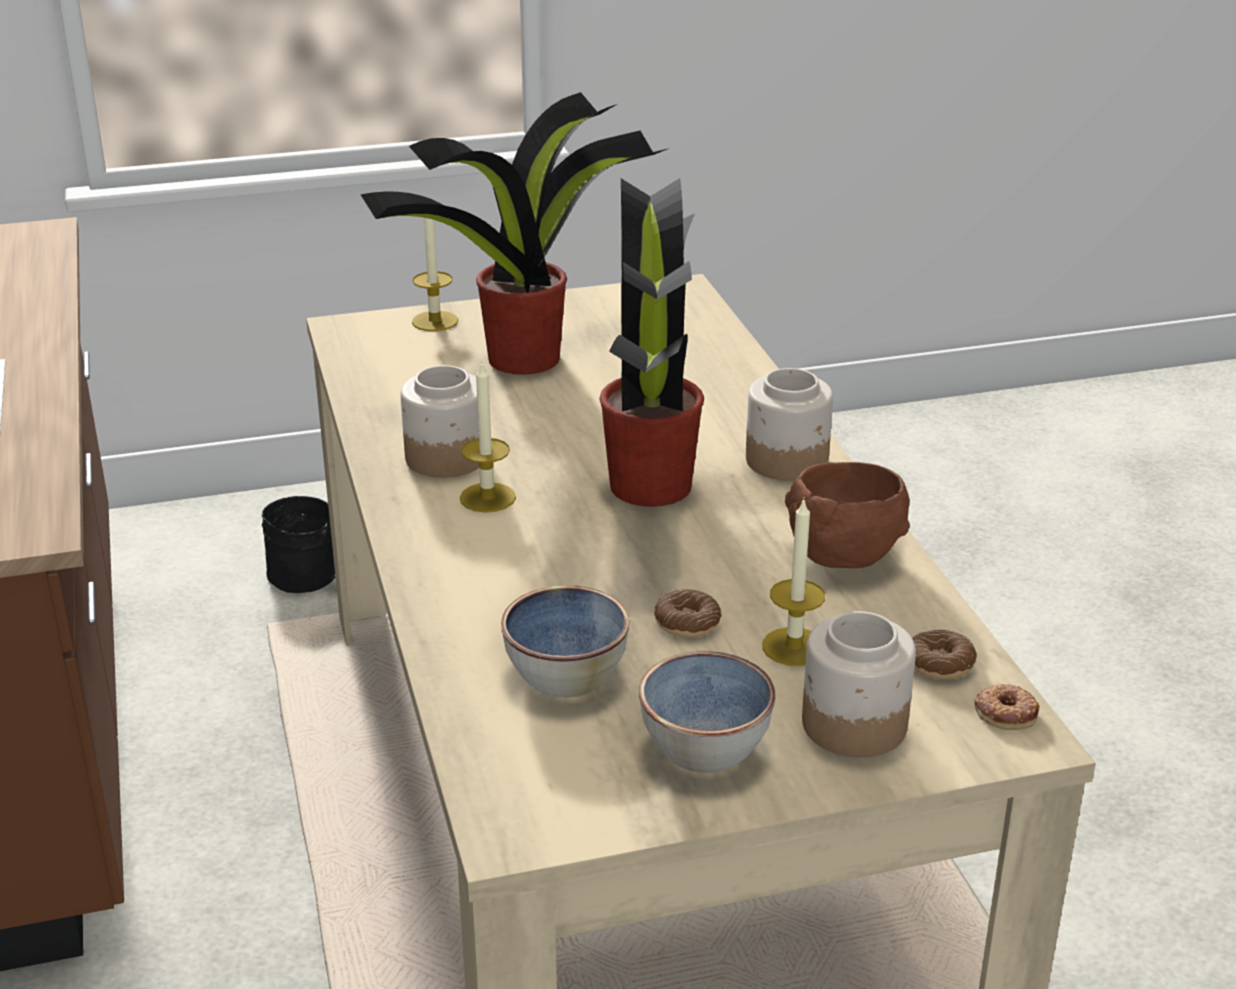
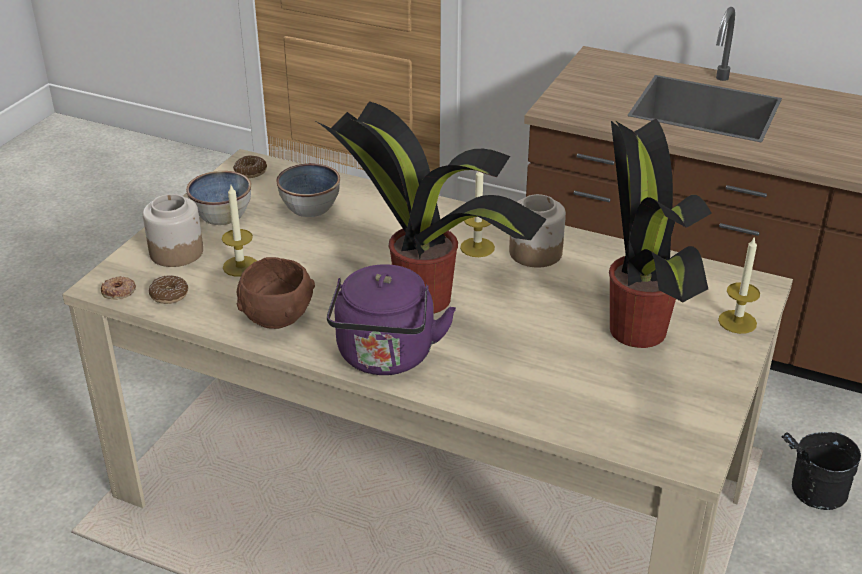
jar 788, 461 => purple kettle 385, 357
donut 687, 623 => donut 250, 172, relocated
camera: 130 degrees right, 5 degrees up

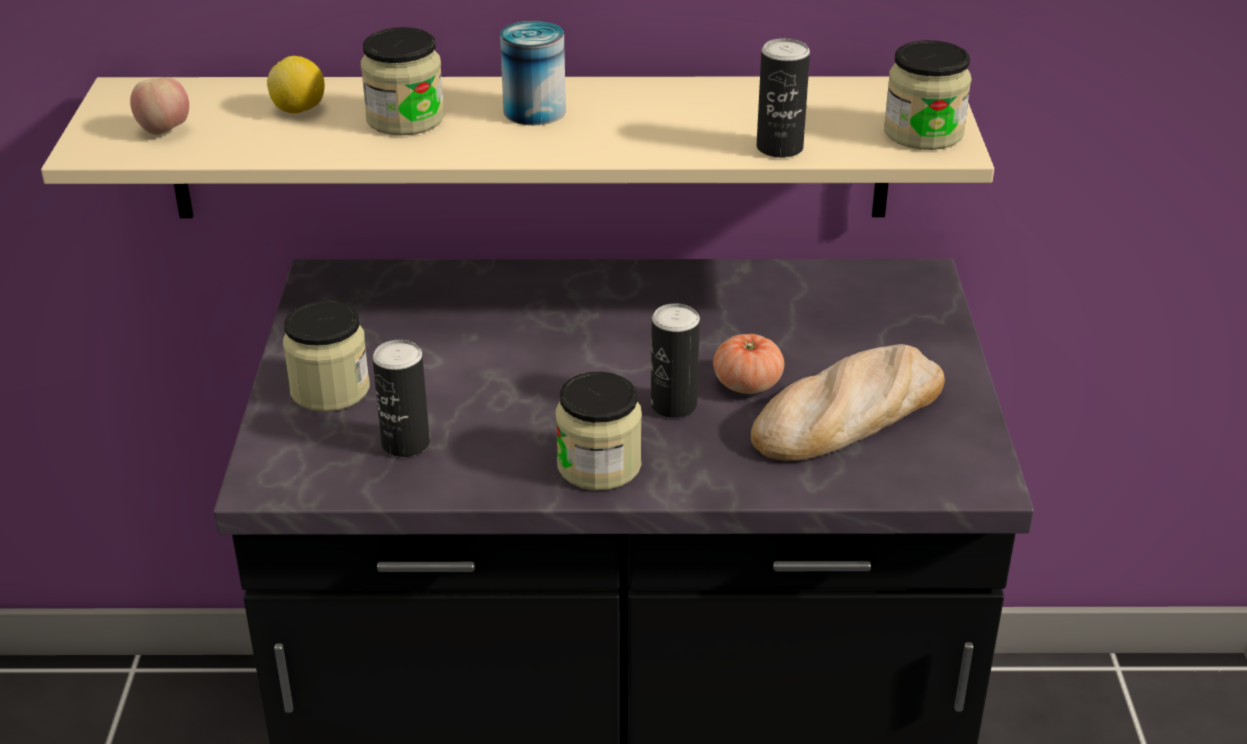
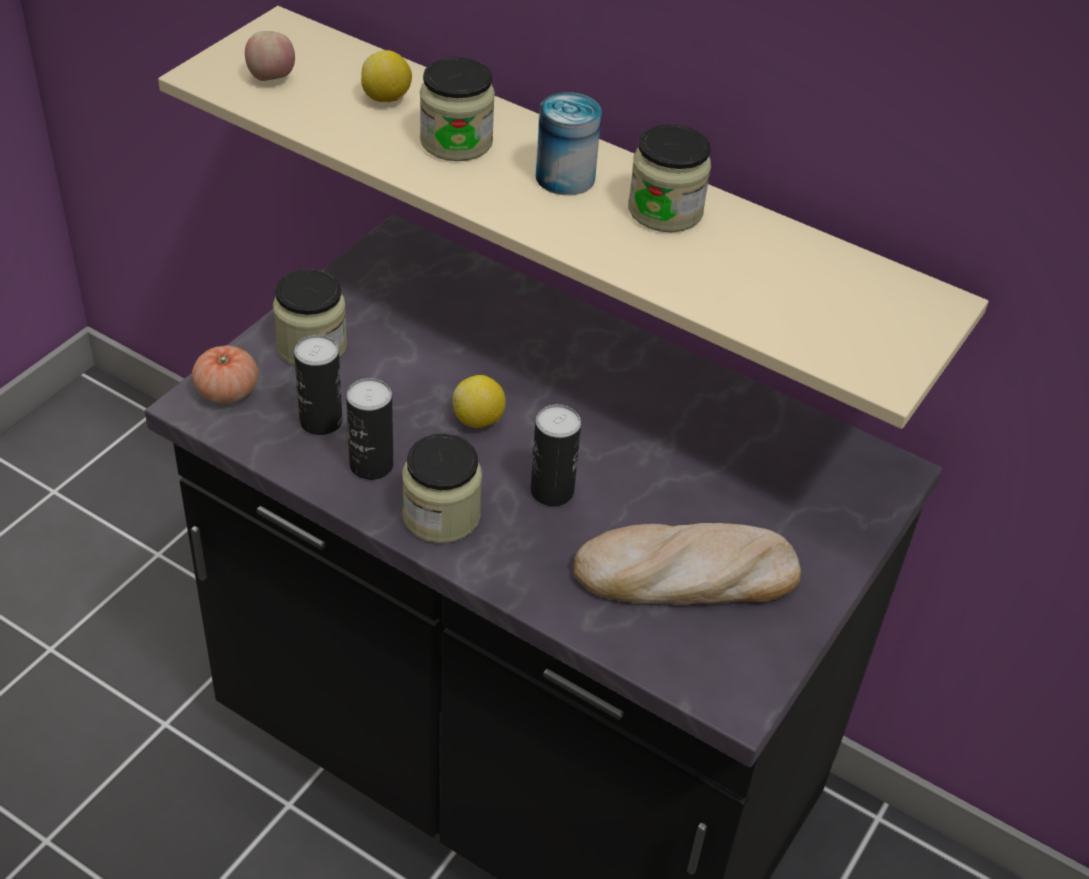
can 779, 148 => can 371, 465, relocated
jar 923, 133 => jar 665, 210, relocated
tomato 747, 384 => tomato 227, 391, relocated
nothing => lemon 479, 420
camera: 30 degrees right, 10 degrees up

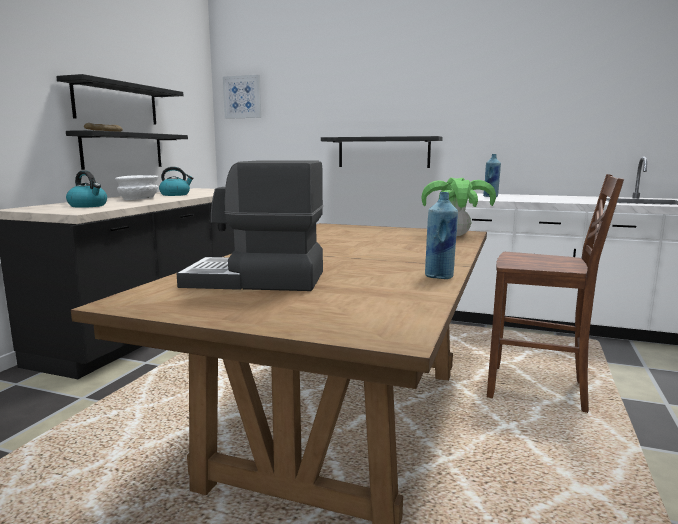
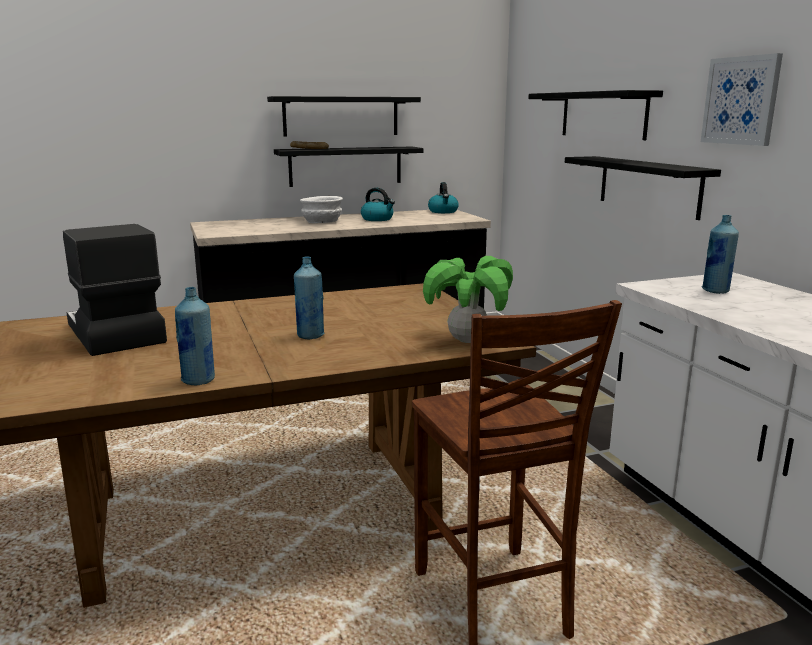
picture 242, 97 => picture 741, 100, relocated
kettle 88, 206 => kettle 443, 211, relocated
nothing => black shelf 603, 115
nothing => blue bottle 310, 336
camera: 50 degrees right, 5 degrees up

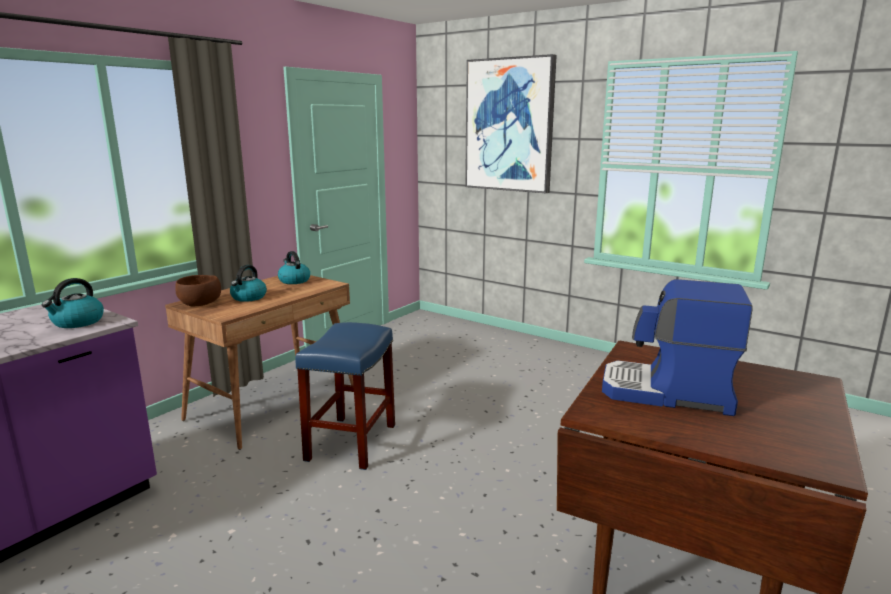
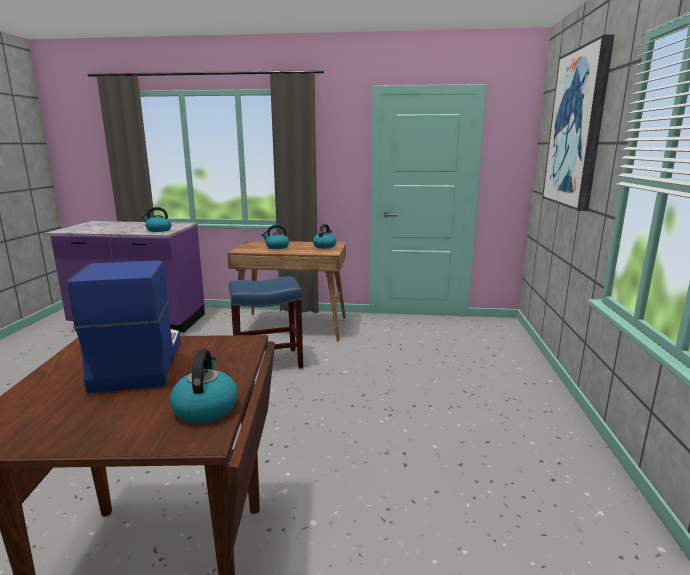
brown bowl 201, 304 => nothing
nothing => kettle 205, 408
camera: 60 degrees right, 0 degrees up

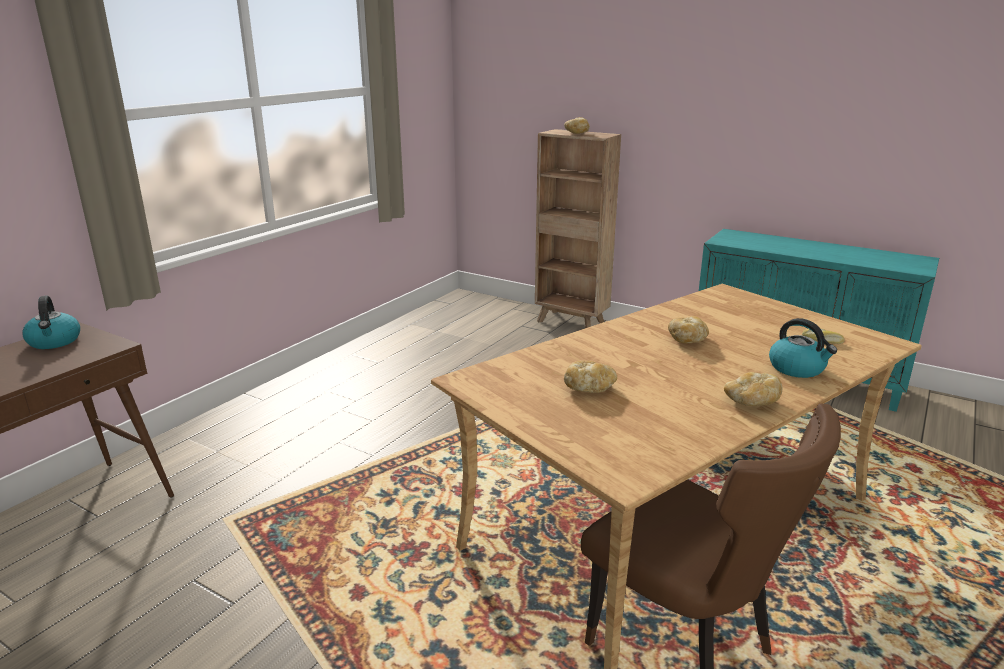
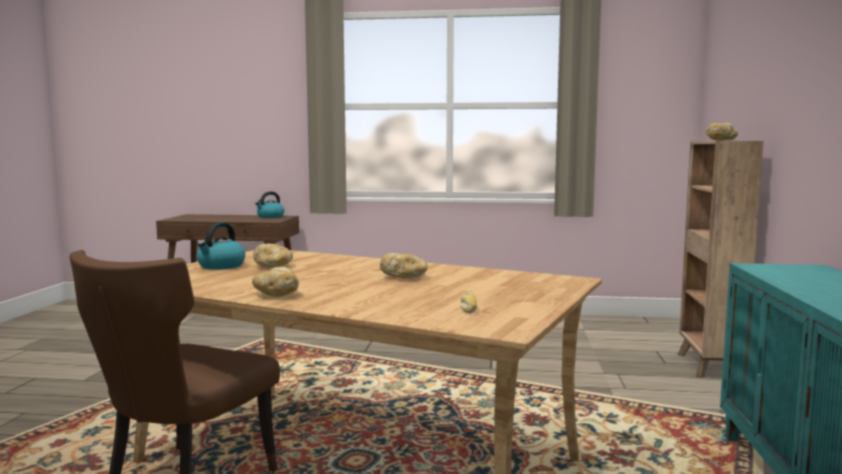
kettle 797, 368 => kettle 221, 266, relocated
camera: 65 degrees right, 15 degrees down

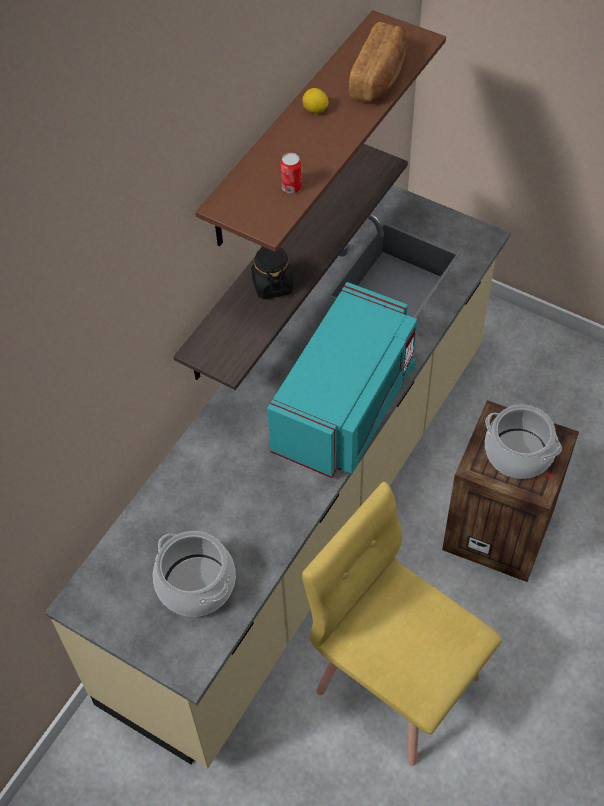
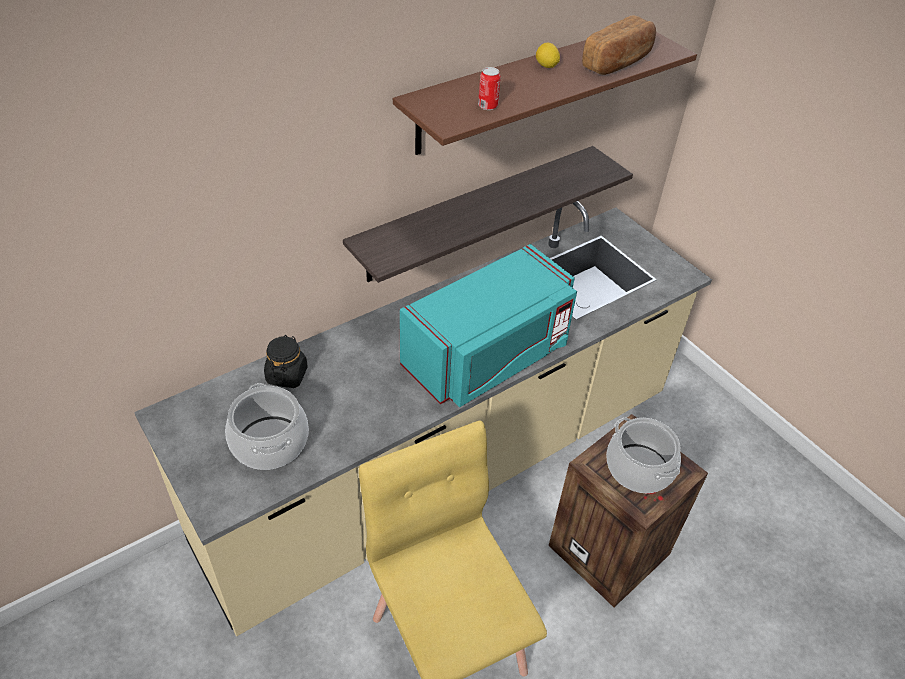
black jar 272, 285 => black jar 287, 375, relocated
camera: 20 degrees right, 10 degrees down

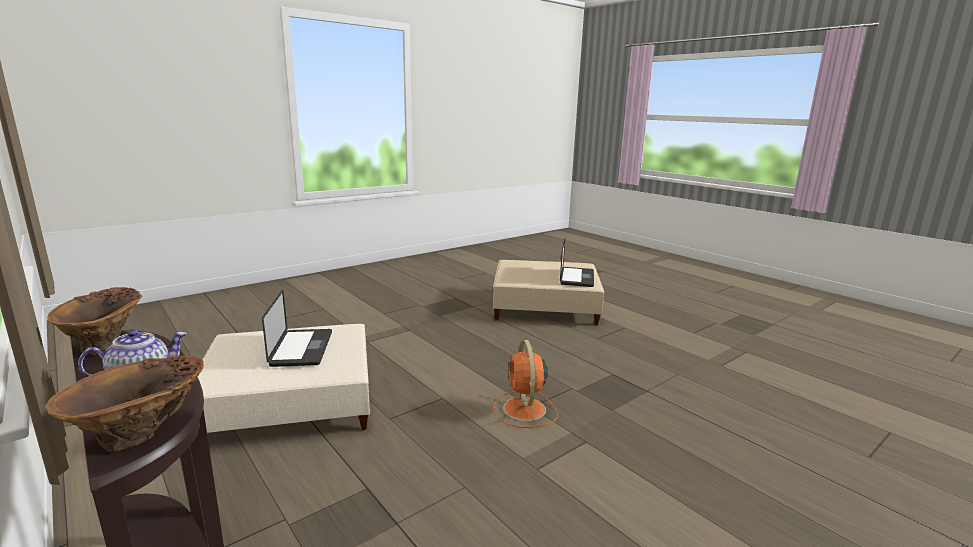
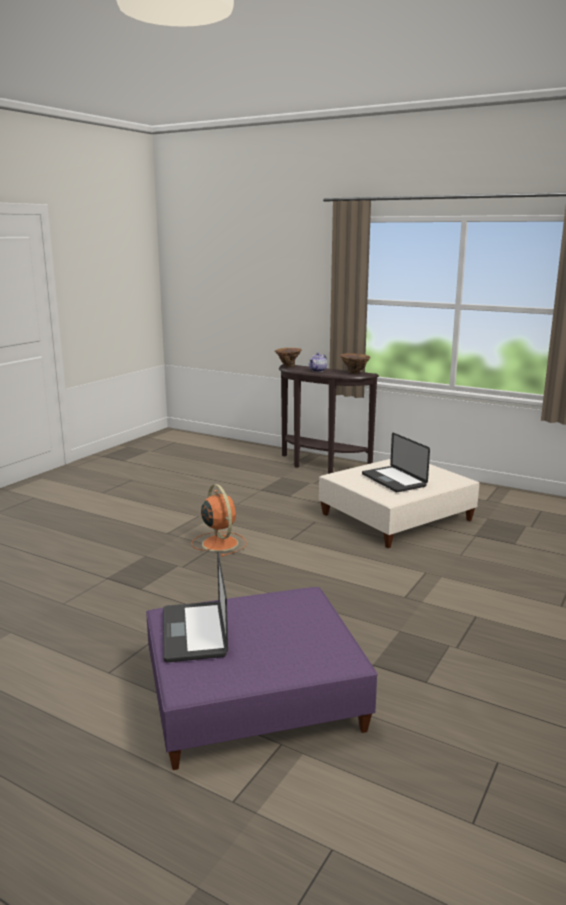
beige ottoman 544, 306 => purple ottoman 254, 697
camera: 160 degrees right, 0 degrees up

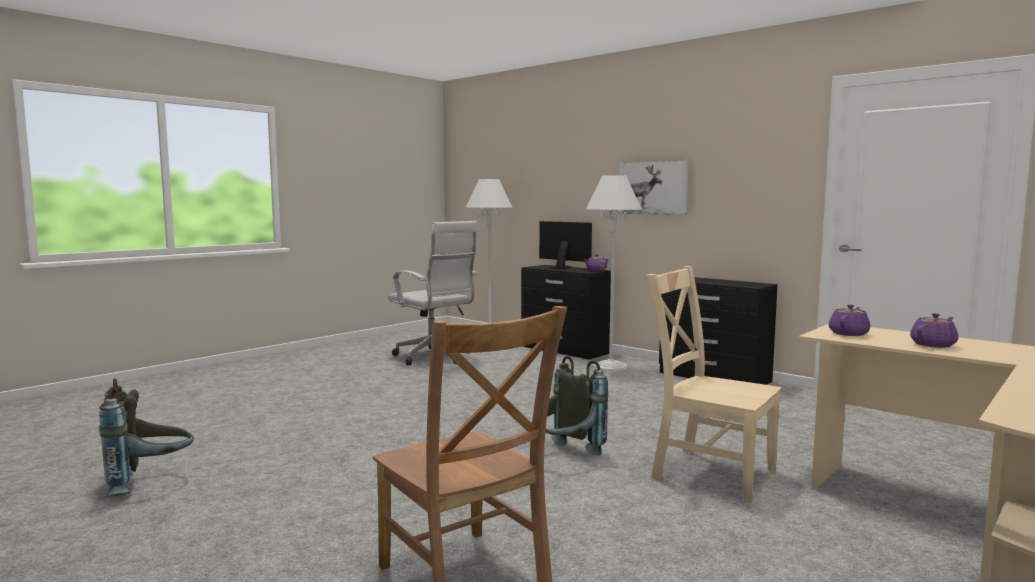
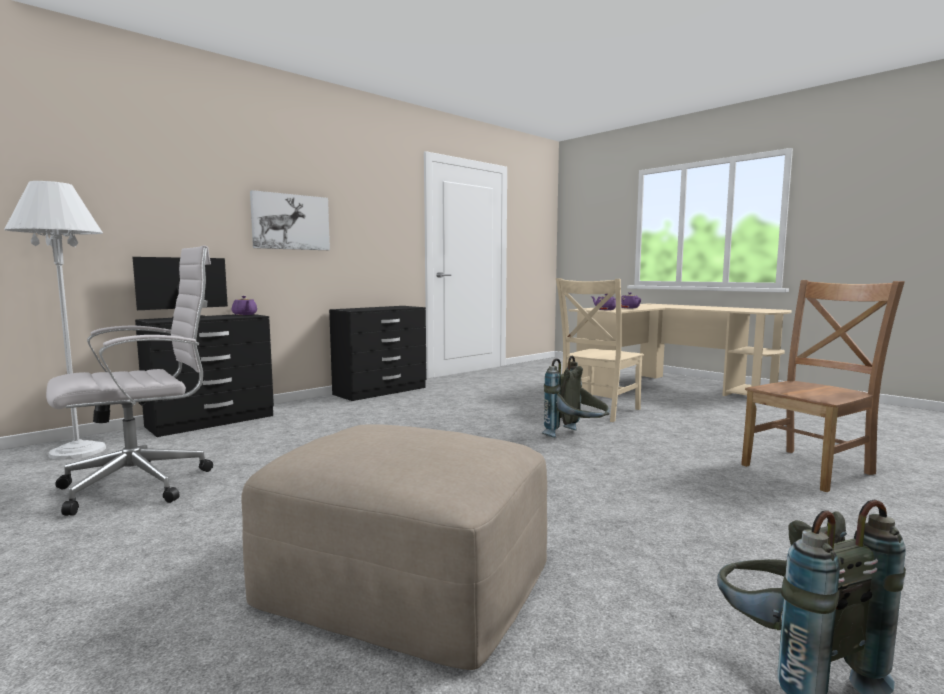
white floor lamp 610, 367 => nothing
nothing => beige ottoman 405, 578
camera: 85 degrees left, 0 degrees up

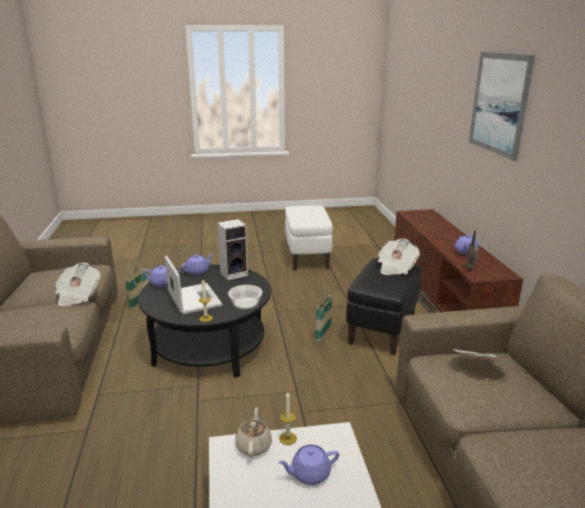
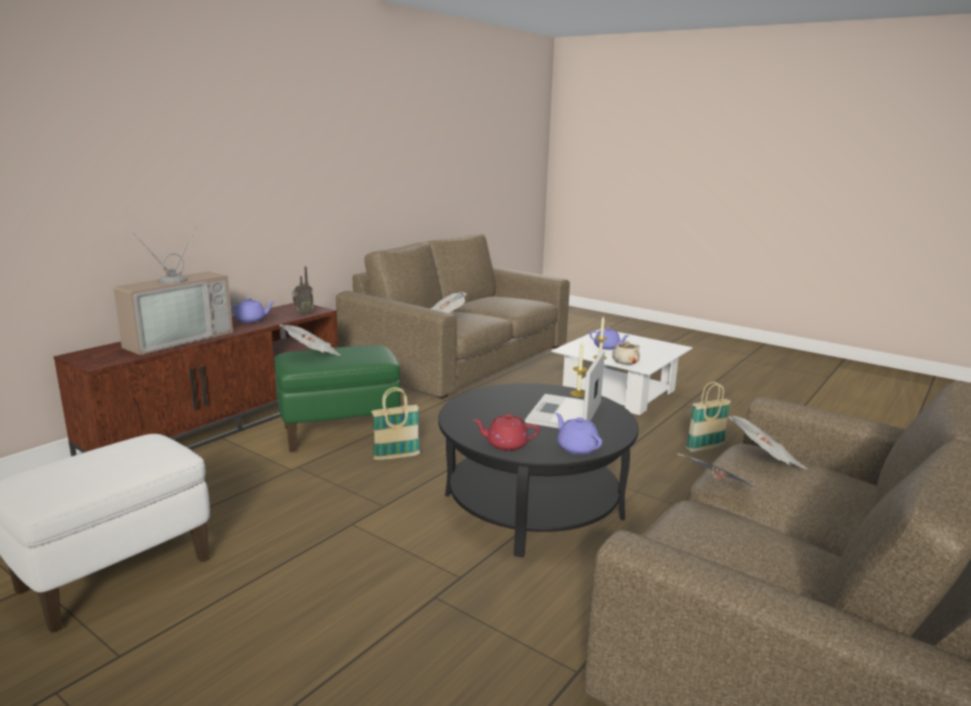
picture 499, 103 => nothing
speaker 234, 273 => nothing
purple teapot 198, 271 => red teapot 505, 445
black ottoman 382, 330 => green ottoman 339, 433
basket 139, 303 => basket 705, 448, relocated
bowl 245, 303 => nothing
nothing => television 176, 338
nothing => newspaper 764, 461
camera: 135 degrees left, 5 degrees down

